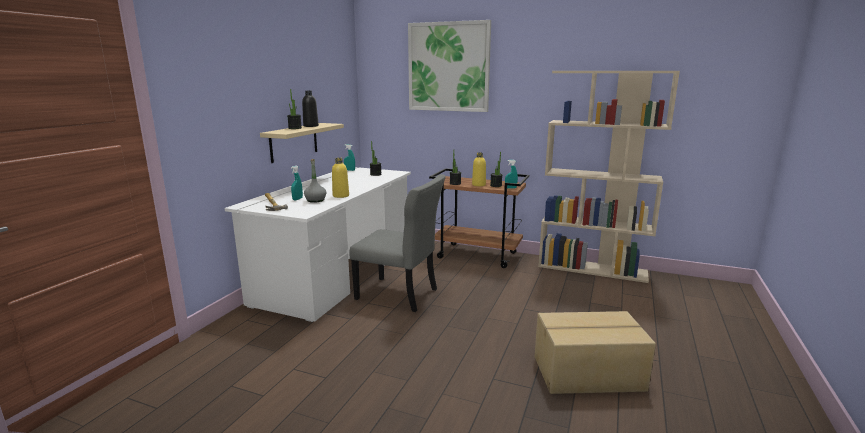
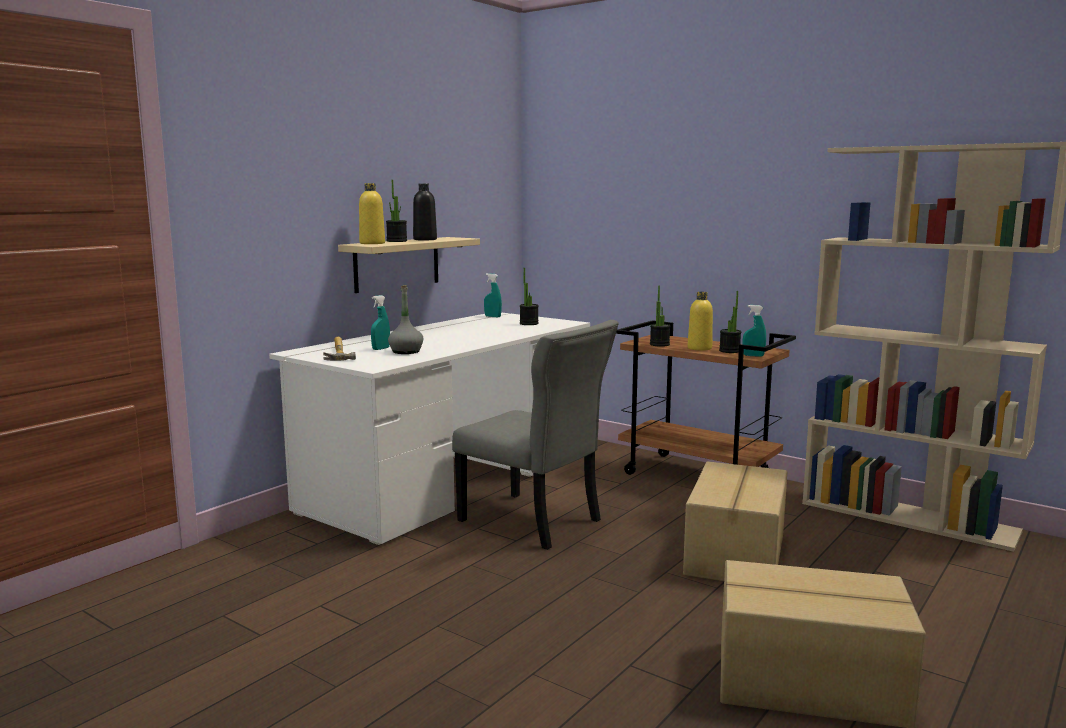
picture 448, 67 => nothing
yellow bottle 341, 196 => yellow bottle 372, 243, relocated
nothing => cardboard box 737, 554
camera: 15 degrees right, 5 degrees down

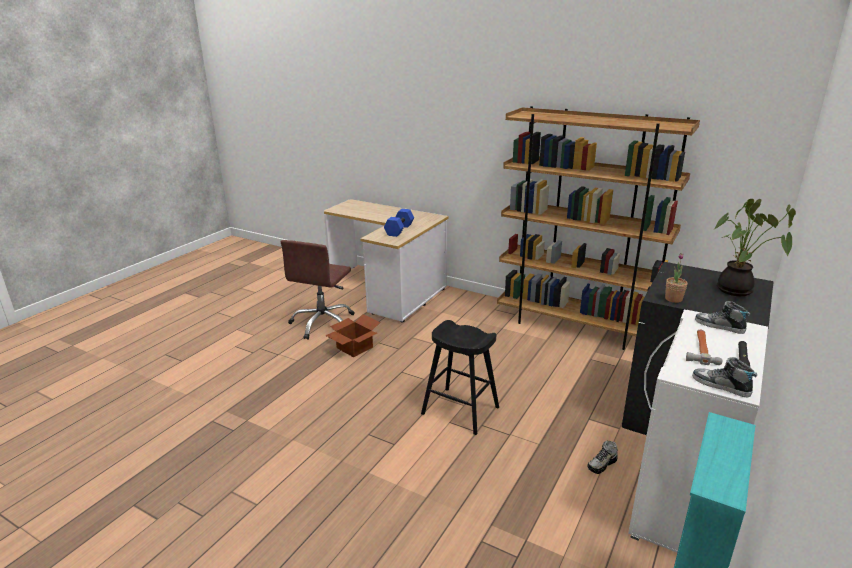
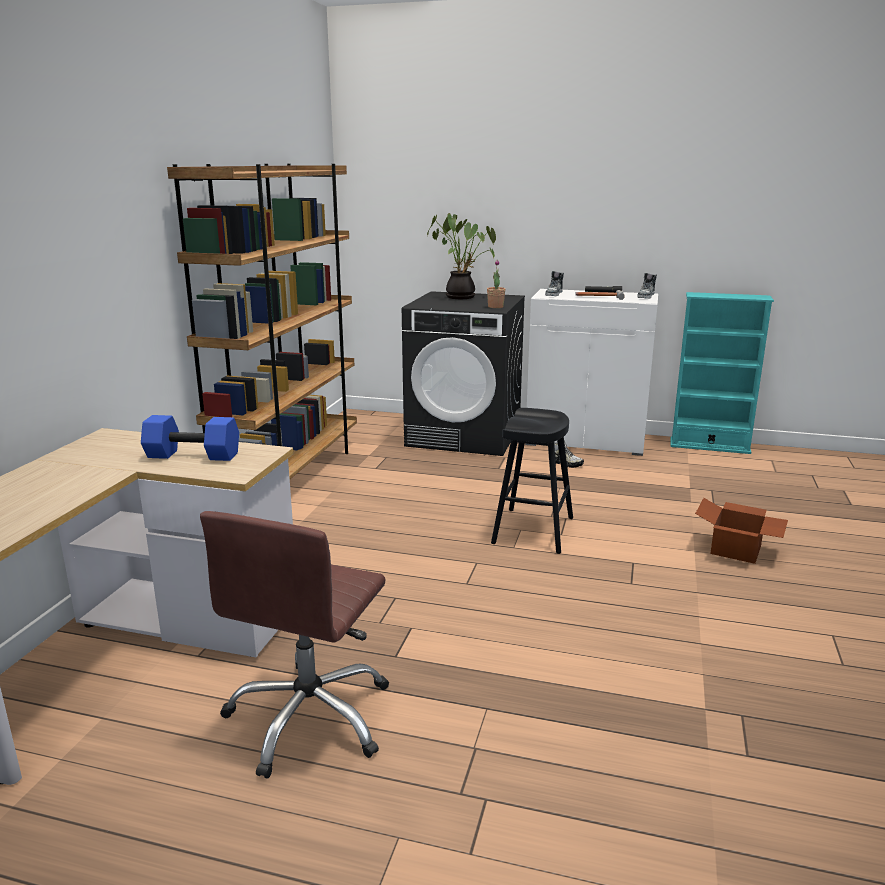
brown office chair 323, 323 => brown office chair 310, 717, 105 degrees clockwise
cardboard box 353, 347 => cardboard box 737, 550, relocated
camera: 105 degrees left, 5 degrees down

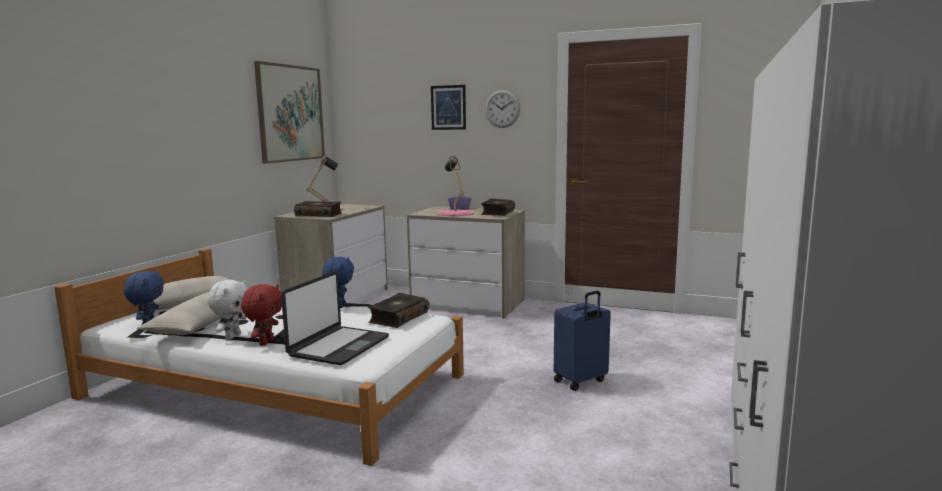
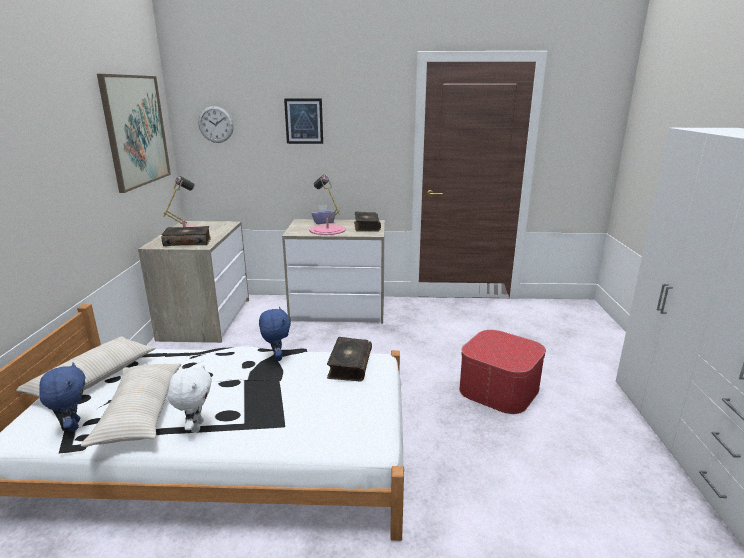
wall clock 502, 109 => wall clock 216, 124, relocated
laptop 338, 346 => nothing
red plush toy 265, 342 => nothing
blue suitcase 581, 381 => ottoman 499, 389
camera: 20 degrees left, 10 degrees up

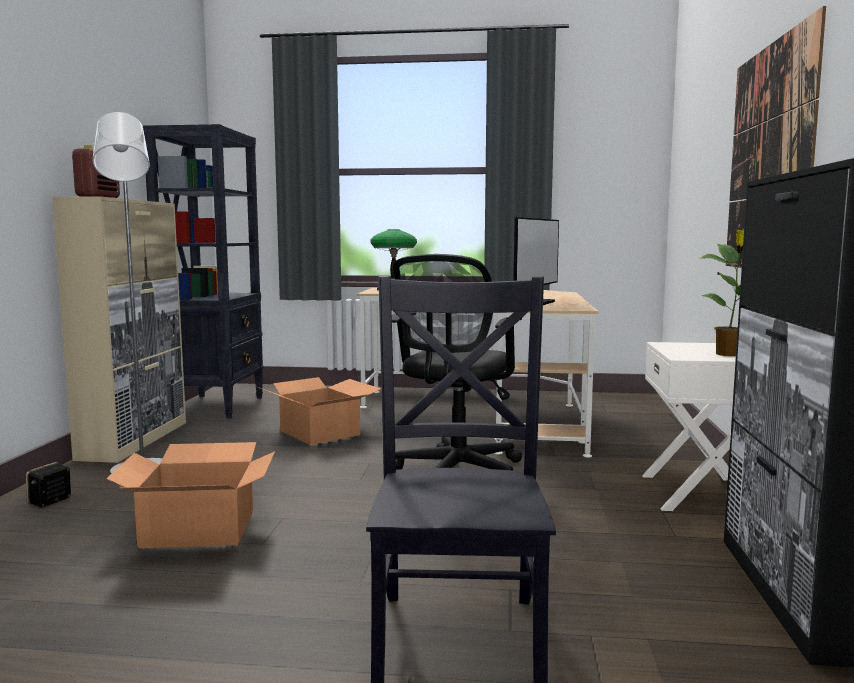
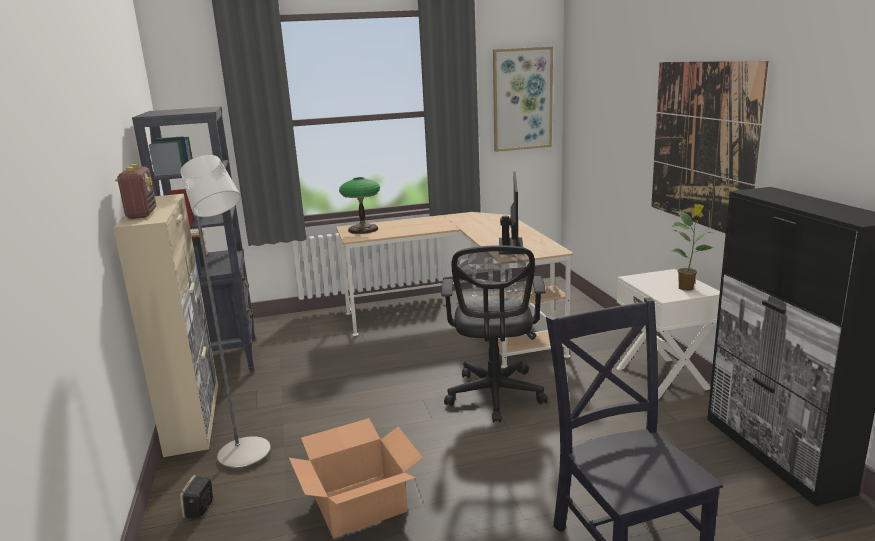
cardboard box 320, 432 => nothing
nothing => picture 522, 99
camera: 20 degrees left, 10 degrees up

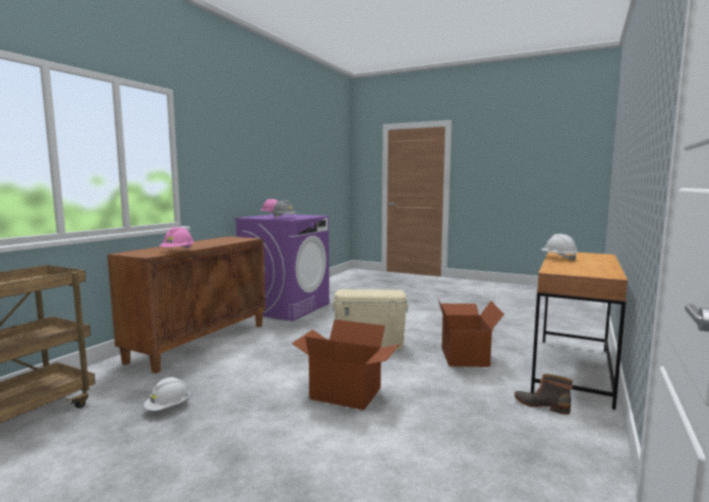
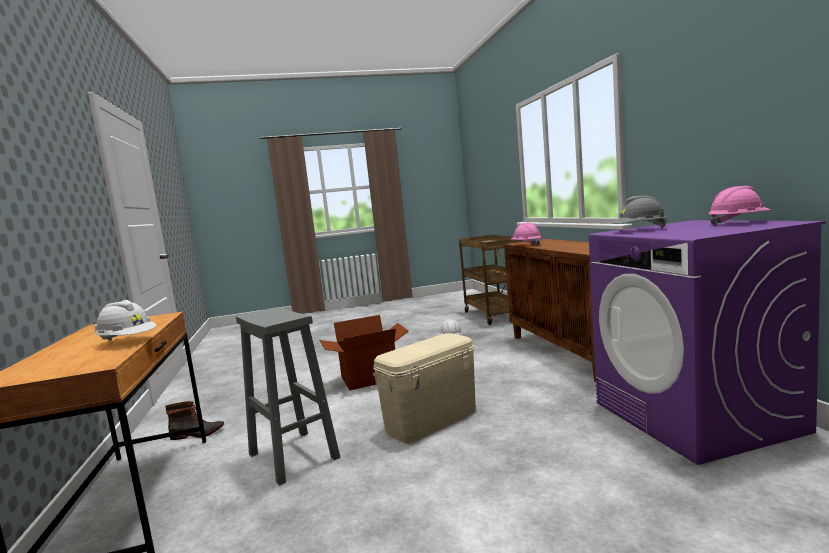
cardboard box 465, 357 => grey stool 294, 456
camera: 140 degrees right, 0 degrees up

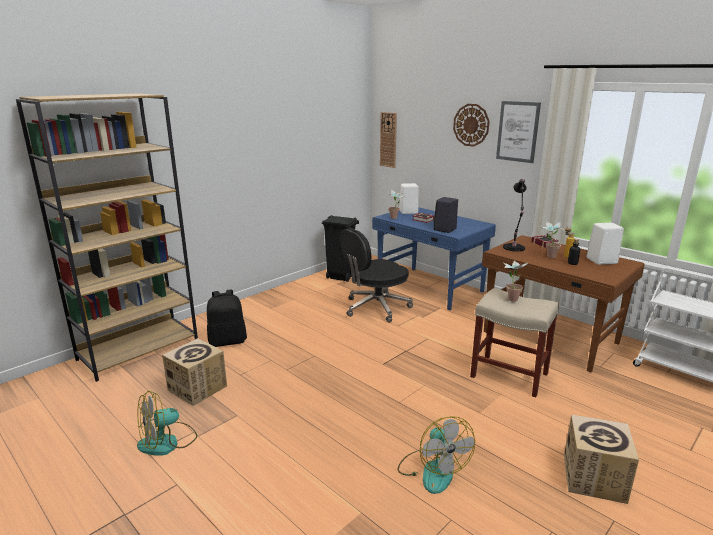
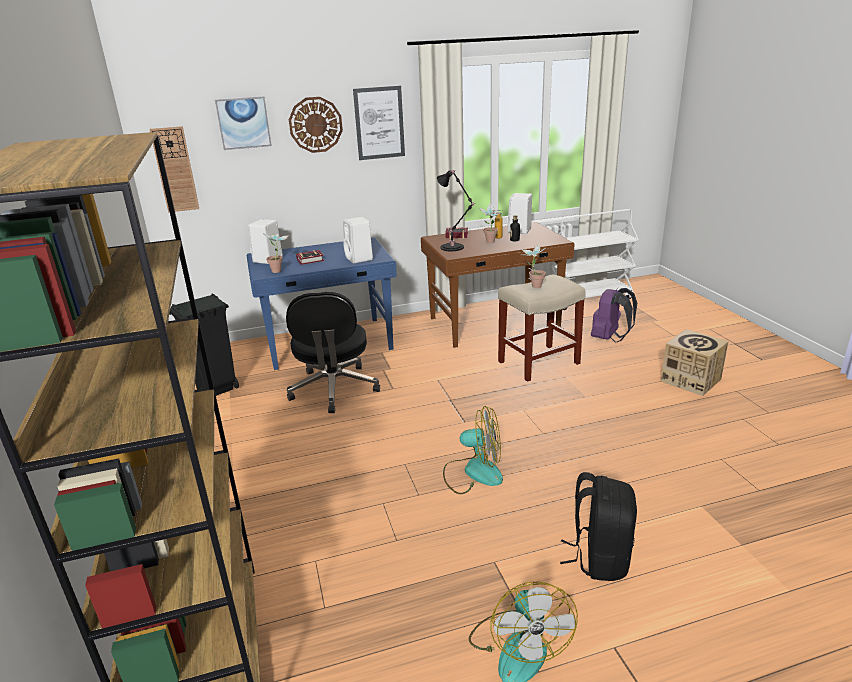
black speaker 444, 230 => white speaker 359, 259
black backpack 228, 341 => black backpack 599, 558, relocated
cardboard box 197, 388 => nothing
fan 432, 470 => fan 473, 472, relocated
nothing => picture 243, 123
nothing => purple backpack 609, 338
camera: 60 degrees left, 5 degrees up

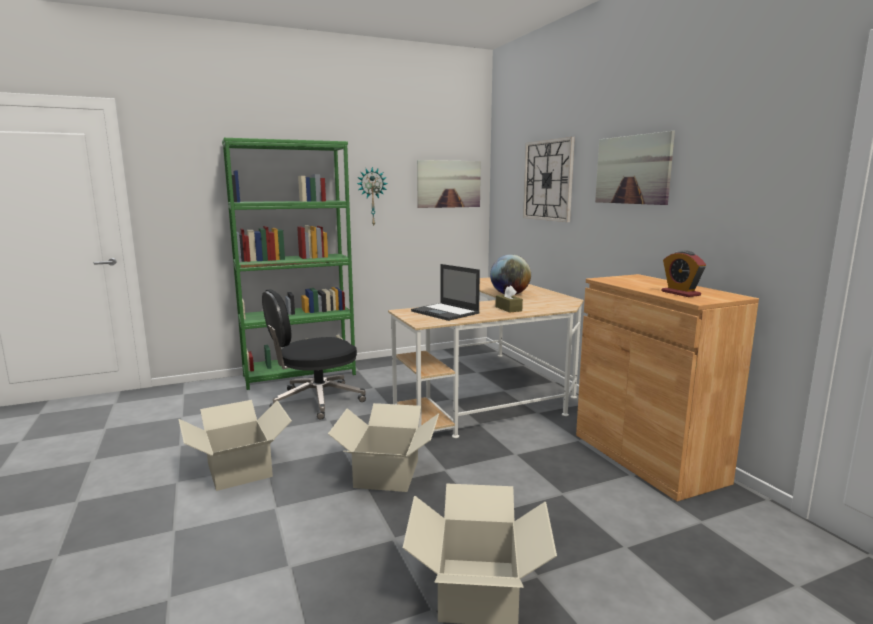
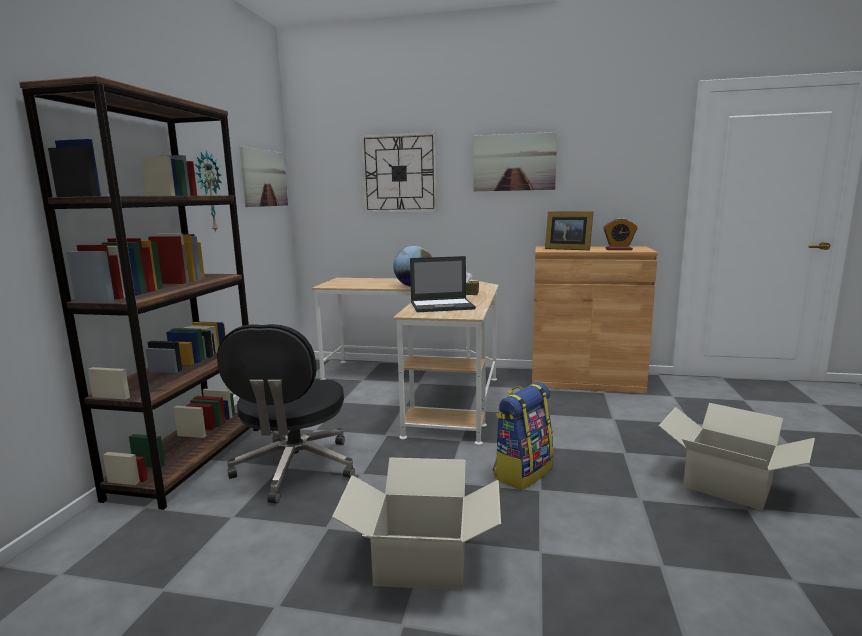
green bookcase 300, 375 => brown bookcase 189, 460
cardboard box 387, 473 => backpack 522, 472
nothing => picture frame 567, 249
camera: 55 degrees left, 0 degrees up

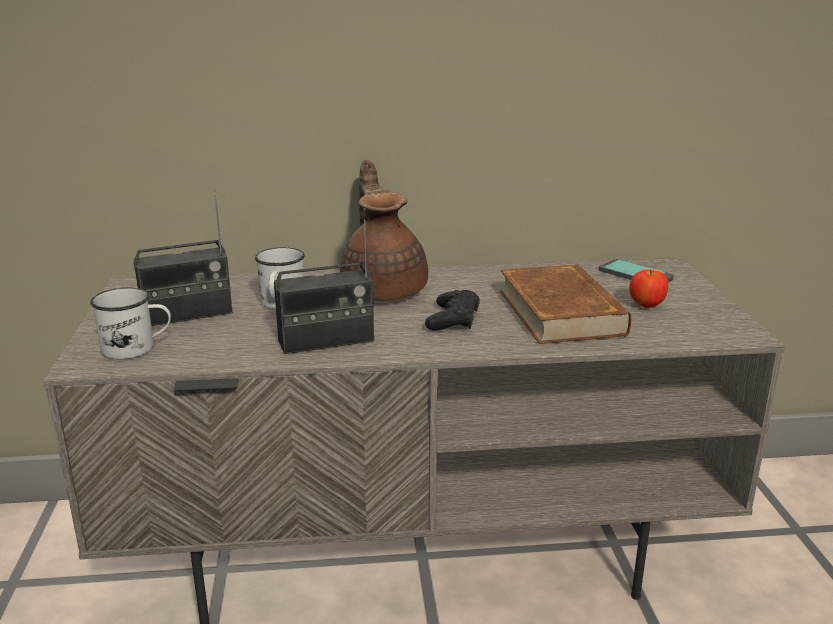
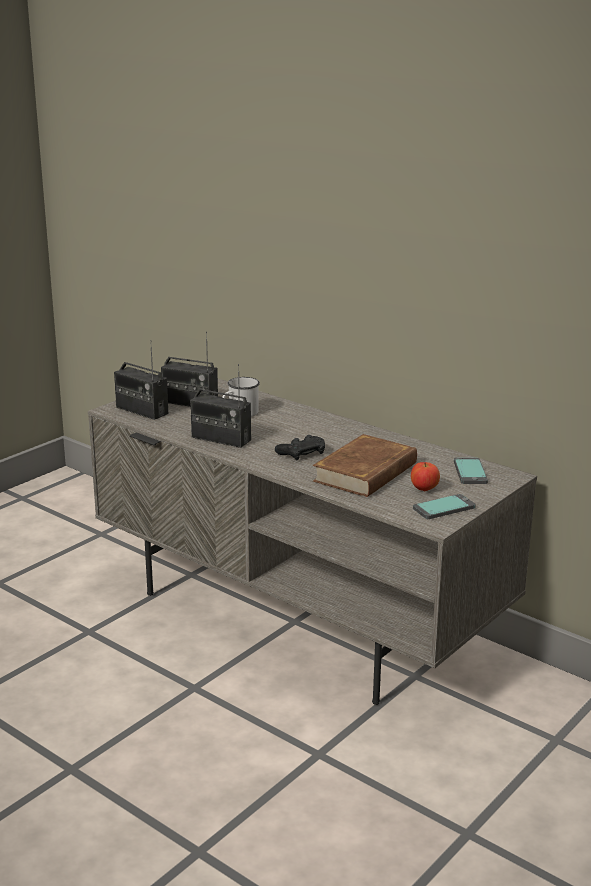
brown teapot 384, 289 => nothing
white mug 137, 348 => radio 141, 410
nothing => phone 443, 508
camera: 45 degrees right, 0 degrees up

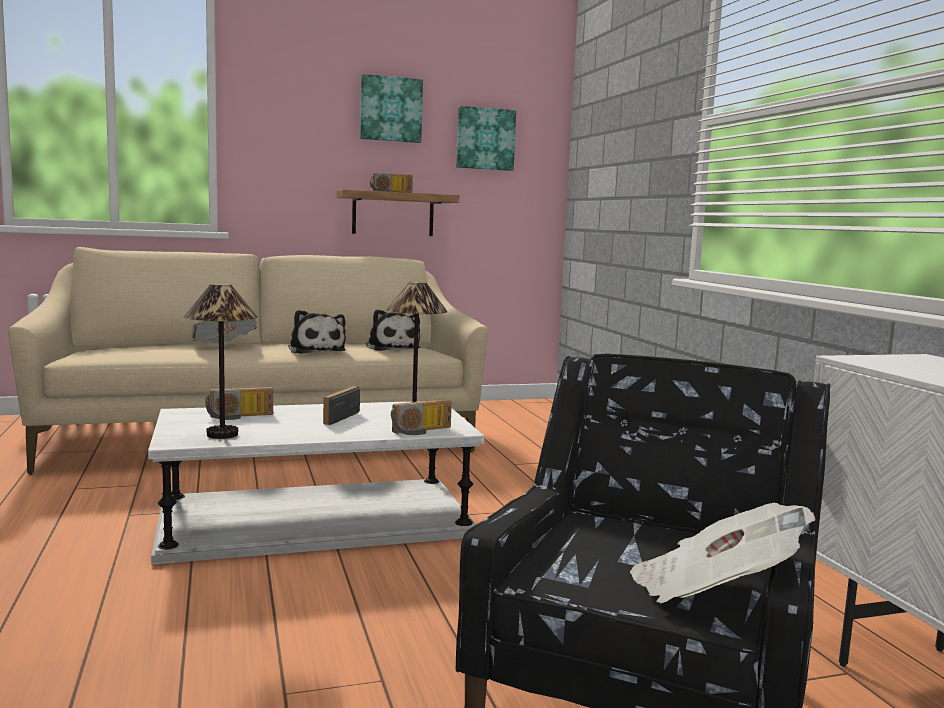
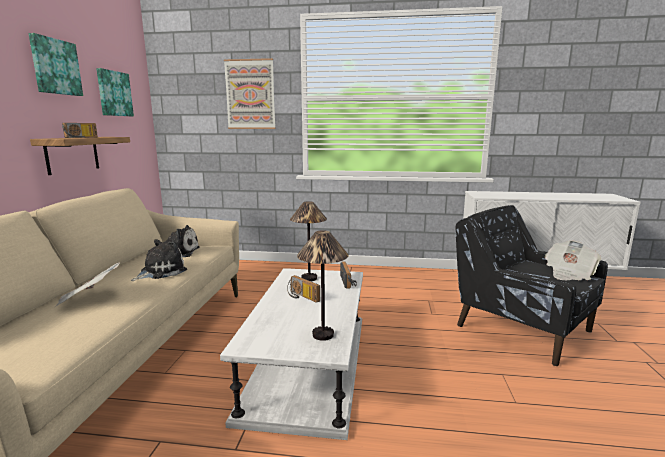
plush toy 316, 350 => plush toy 160, 271, 45 degrees counterclockwise
radio 240, 417 => nothing
nothing => picture 250, 94
camera: 65 degrees left, 5 degrees up

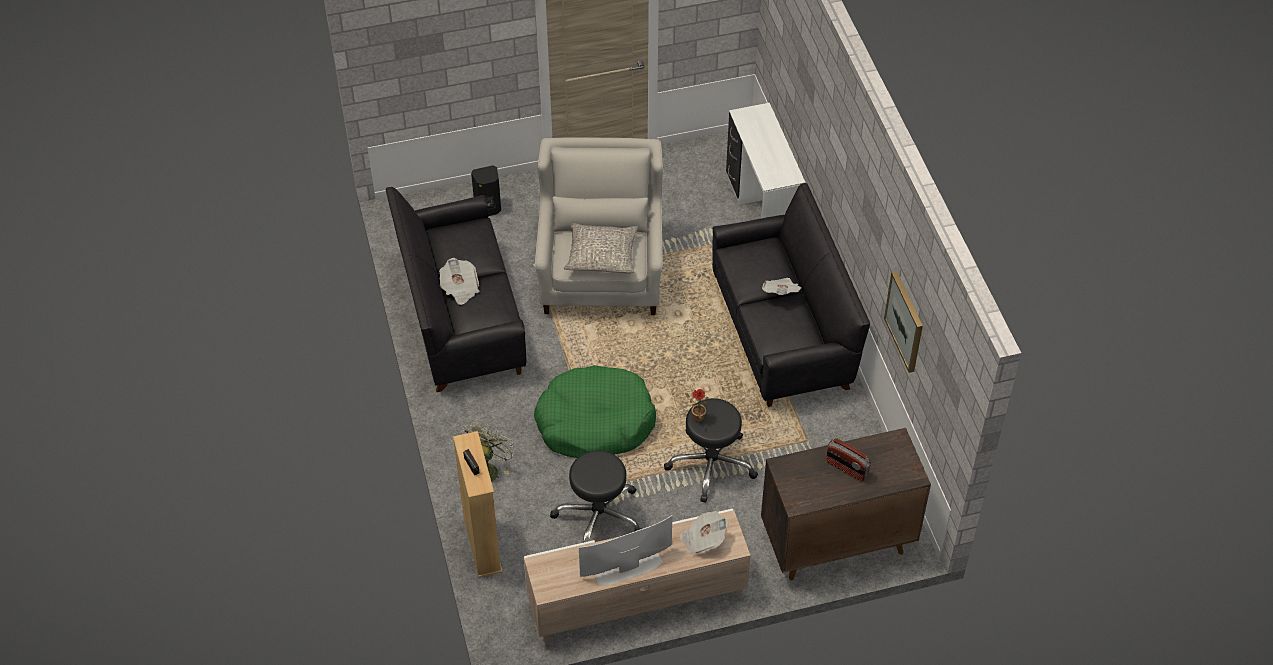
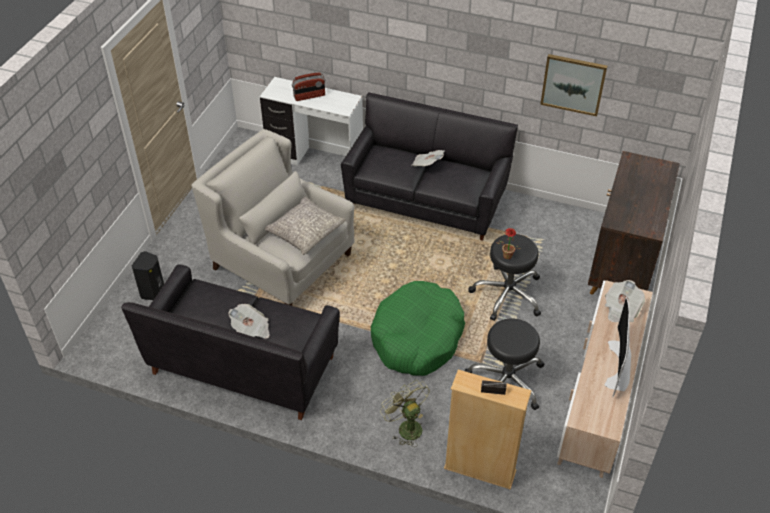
radio 846, 468 => radio 309, 96, relocated
camera: 55 degrees left, 5 degrees down

